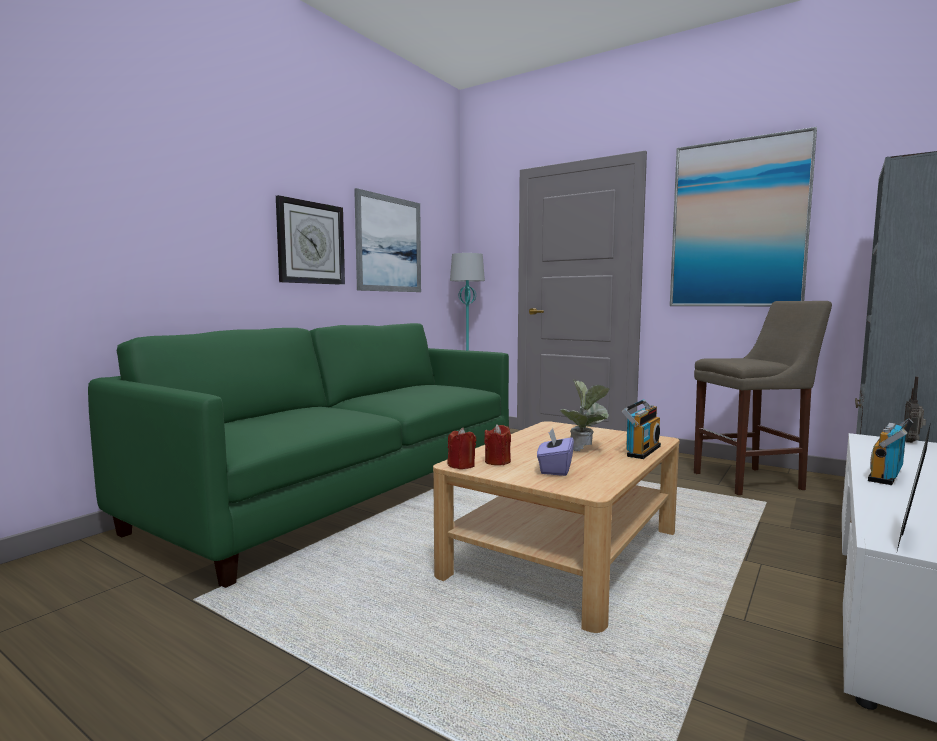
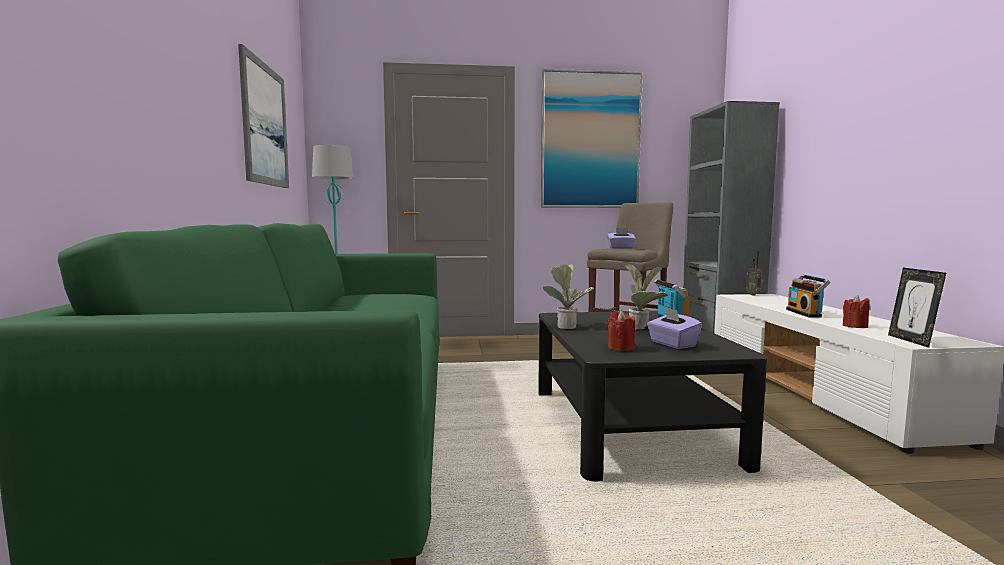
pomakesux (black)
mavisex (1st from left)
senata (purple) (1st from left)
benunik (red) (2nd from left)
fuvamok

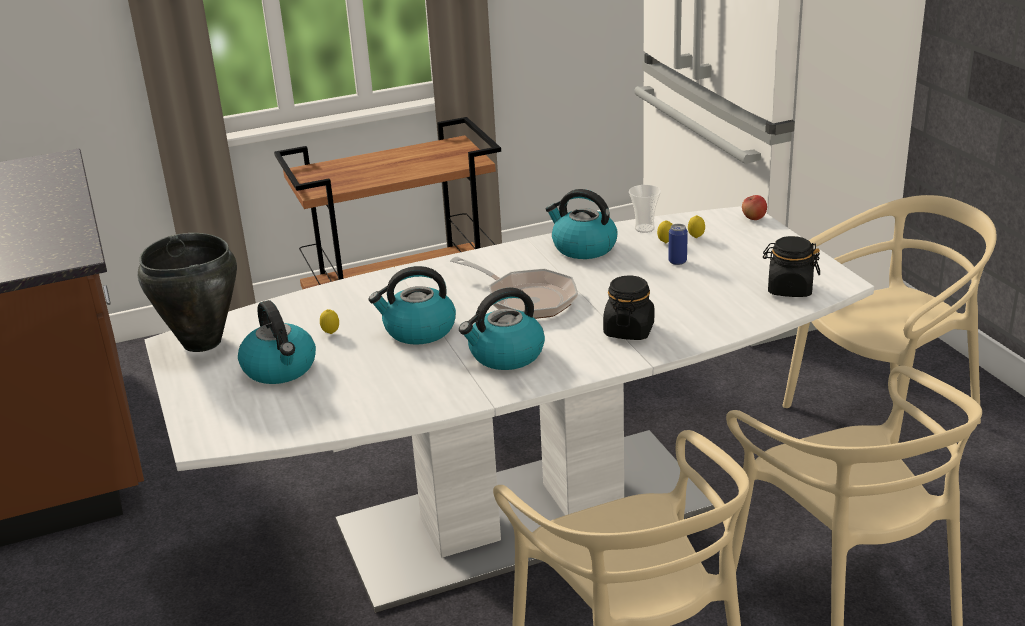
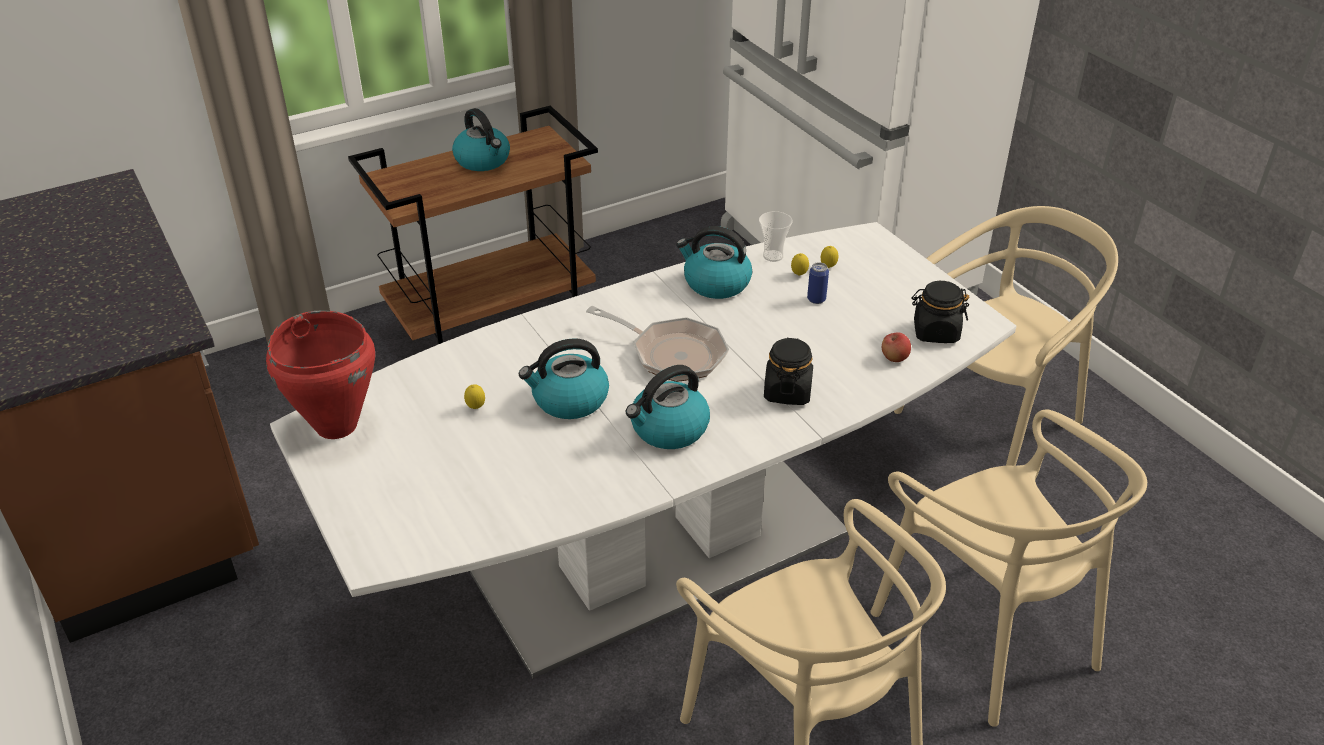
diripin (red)
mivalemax (1st from left)
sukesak

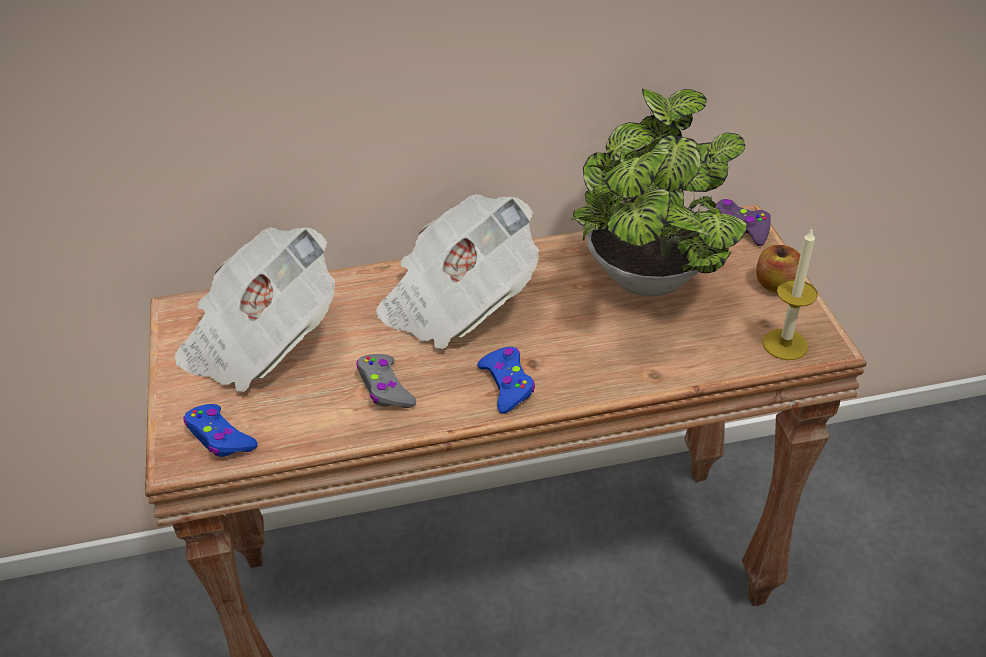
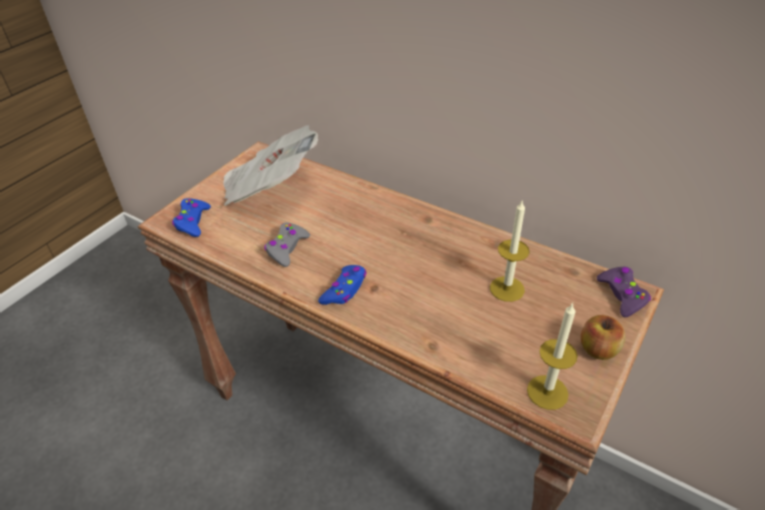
benunik (1st from left)
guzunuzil (2nd from left in the first image)

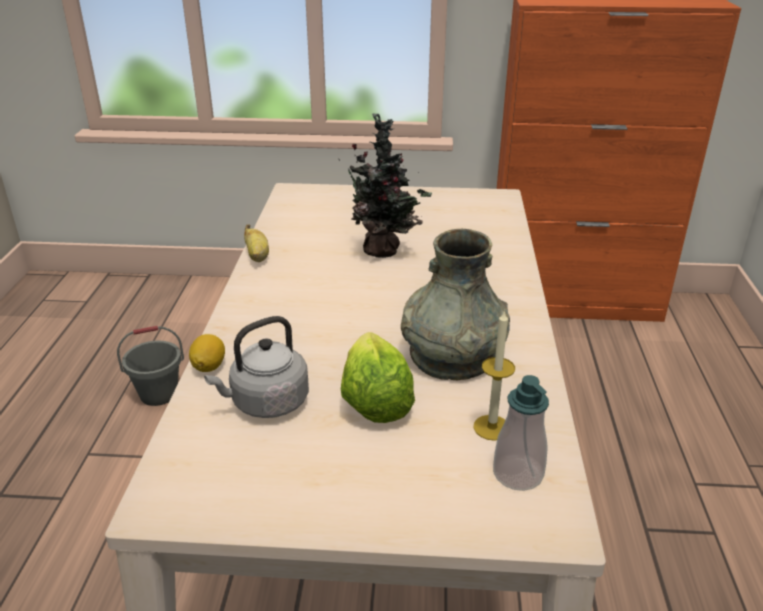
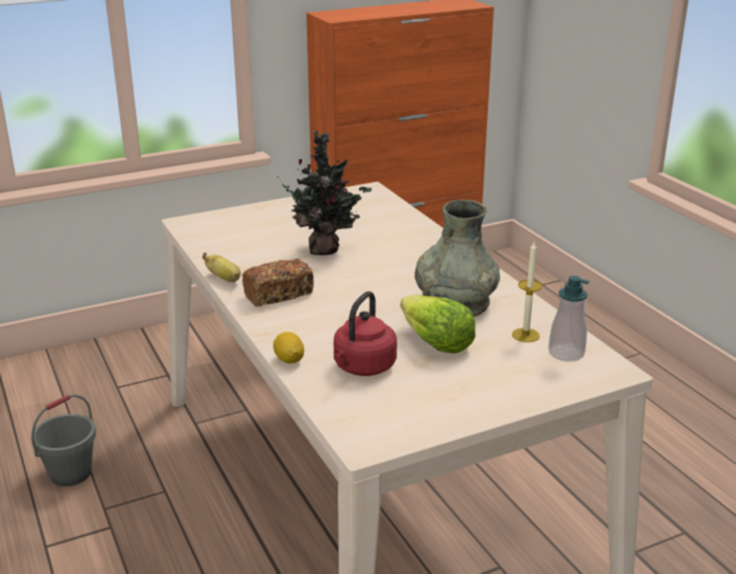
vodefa
mivalemax (red)

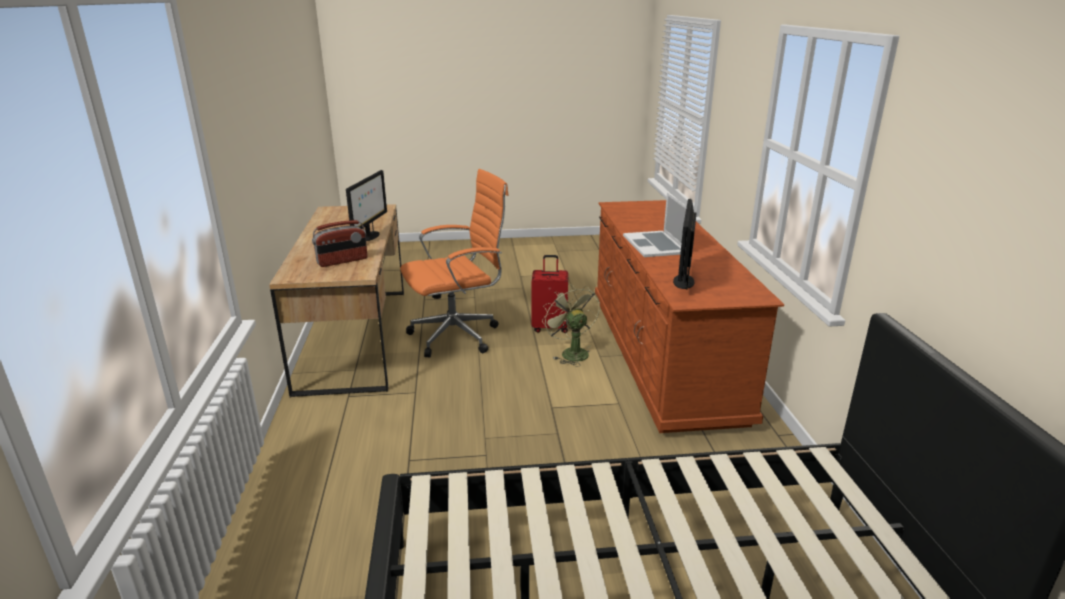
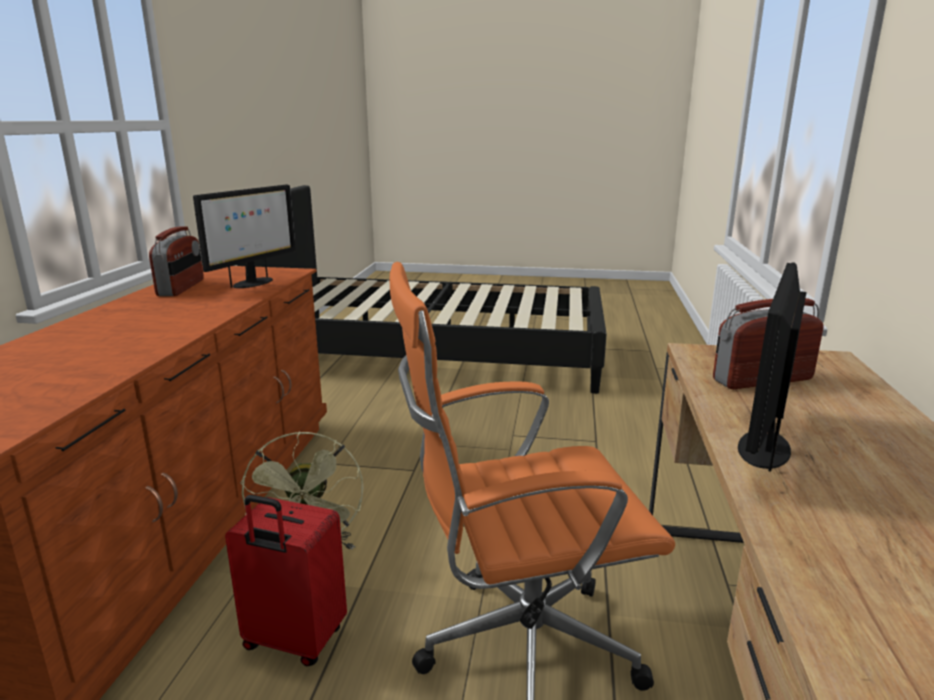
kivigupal (1st from left)
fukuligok

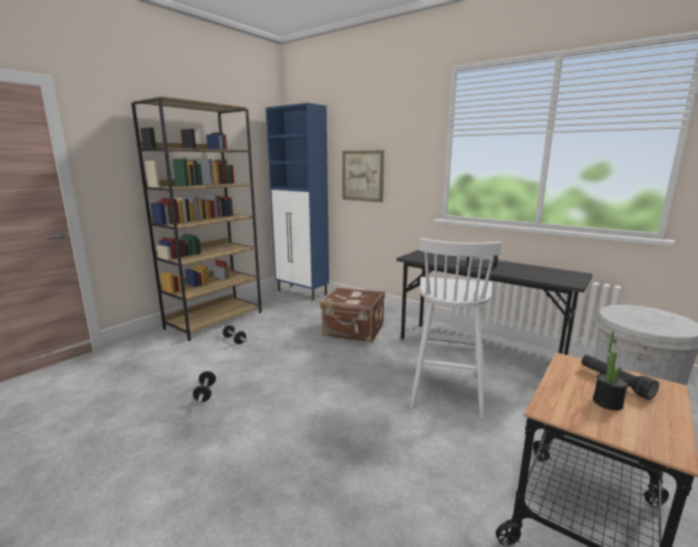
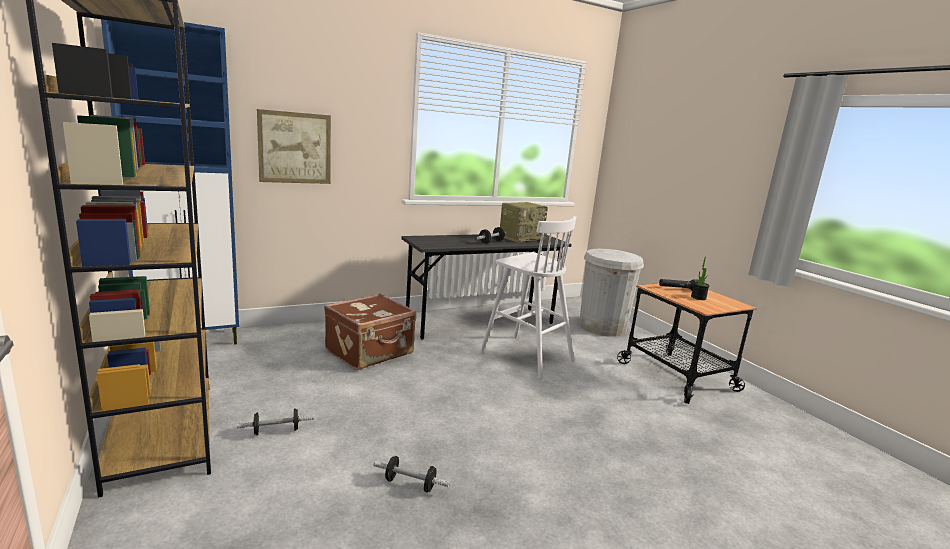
kivigupal

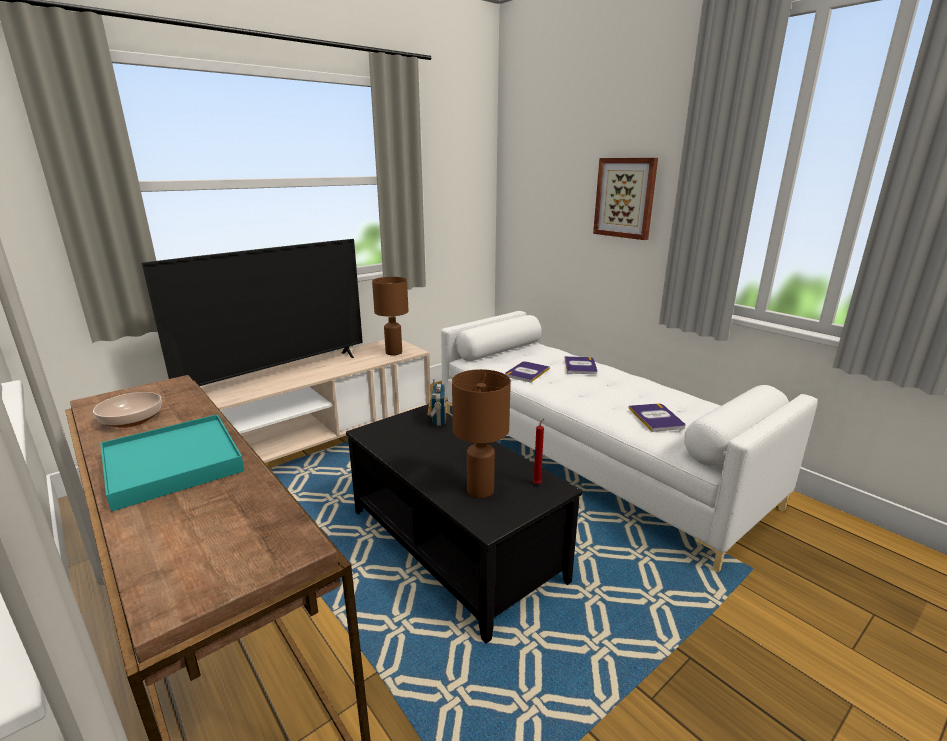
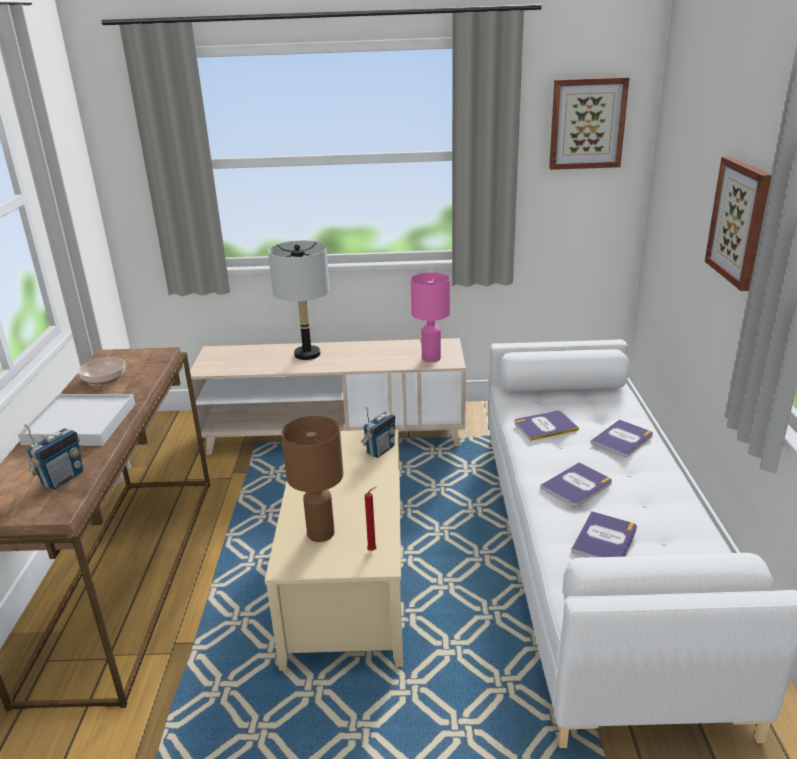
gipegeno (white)
kivigupal (1st from left)
pomakesux (beige)
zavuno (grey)
zavuno (pink)
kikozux (2nd from left)
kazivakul (1st from left)

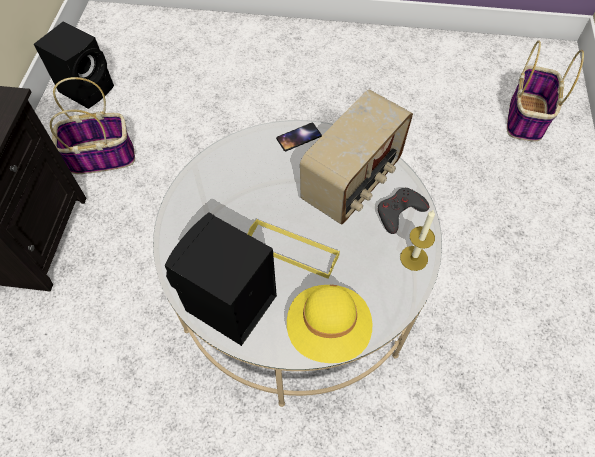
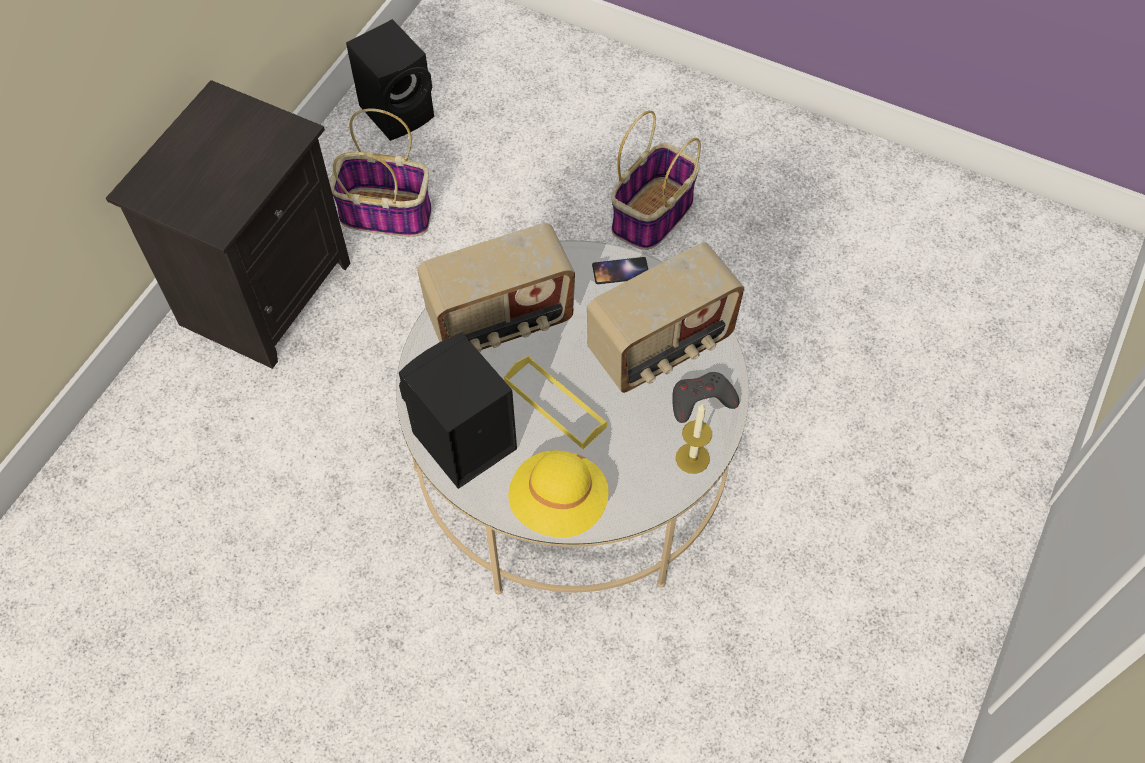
kivigupal (1st from left)
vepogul (2nd from left)

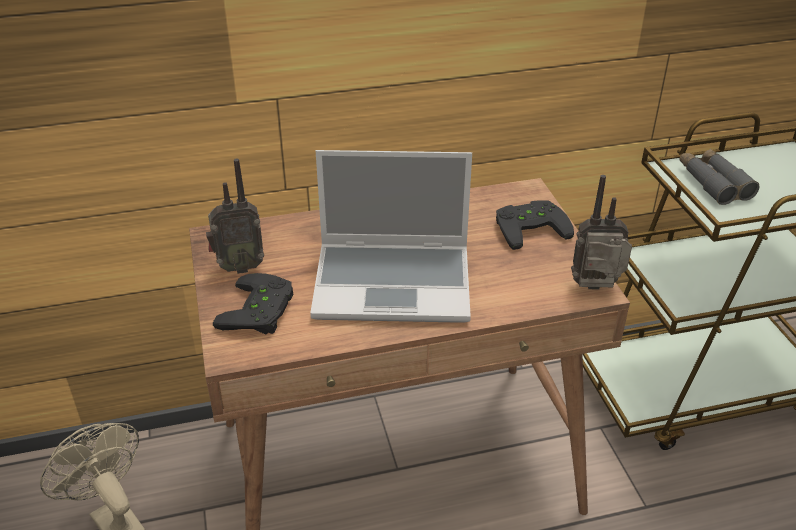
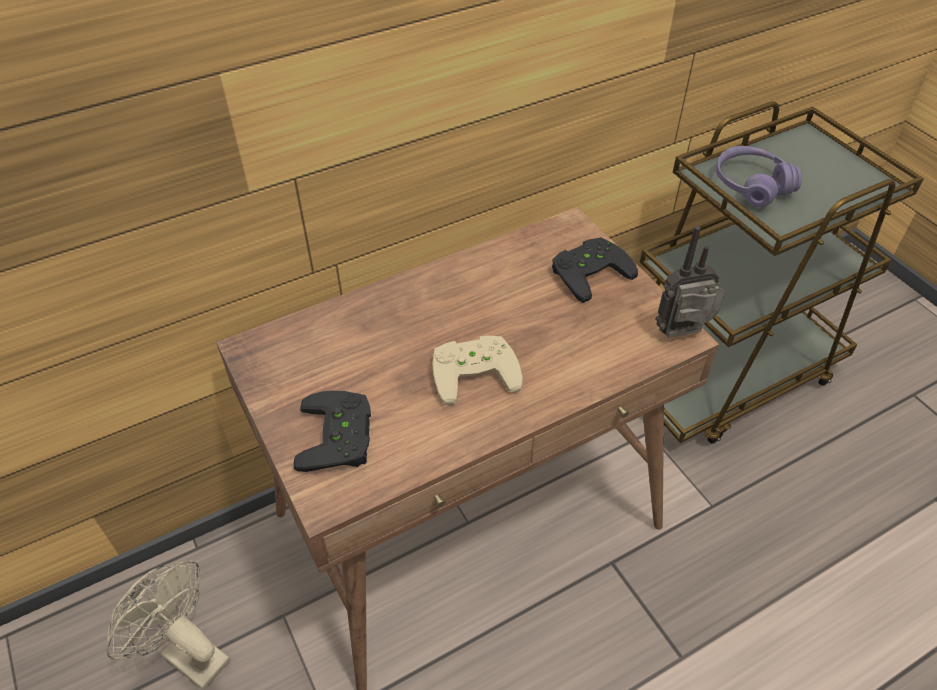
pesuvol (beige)
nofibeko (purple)
kivigupal (1st from left in the first image)

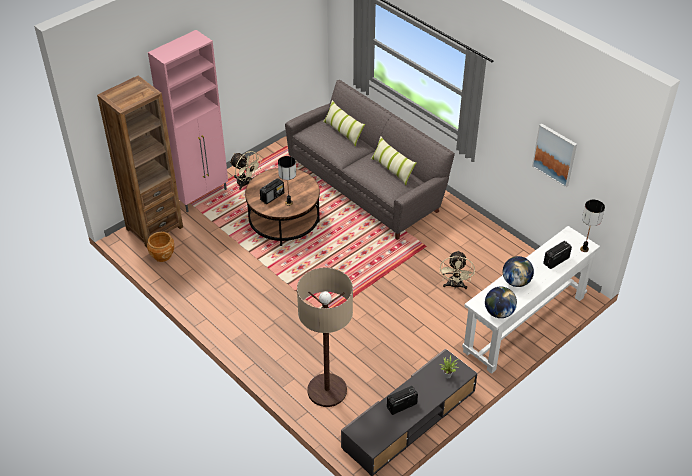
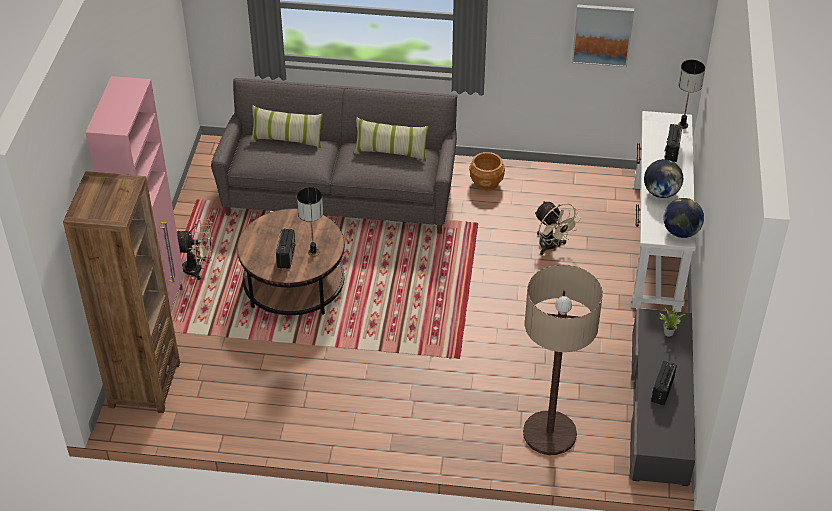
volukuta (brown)

